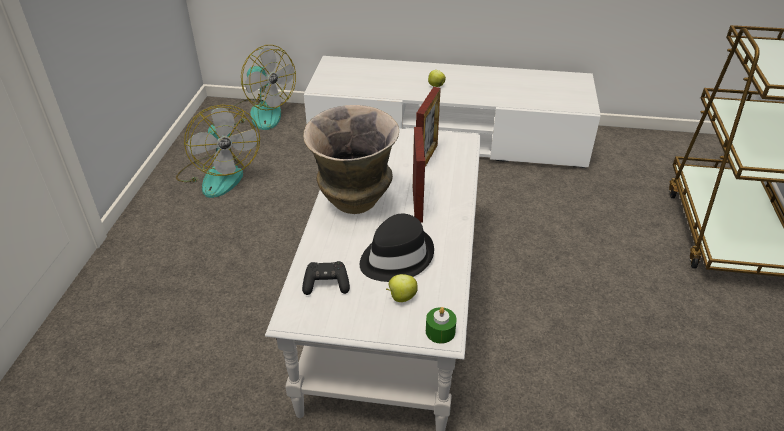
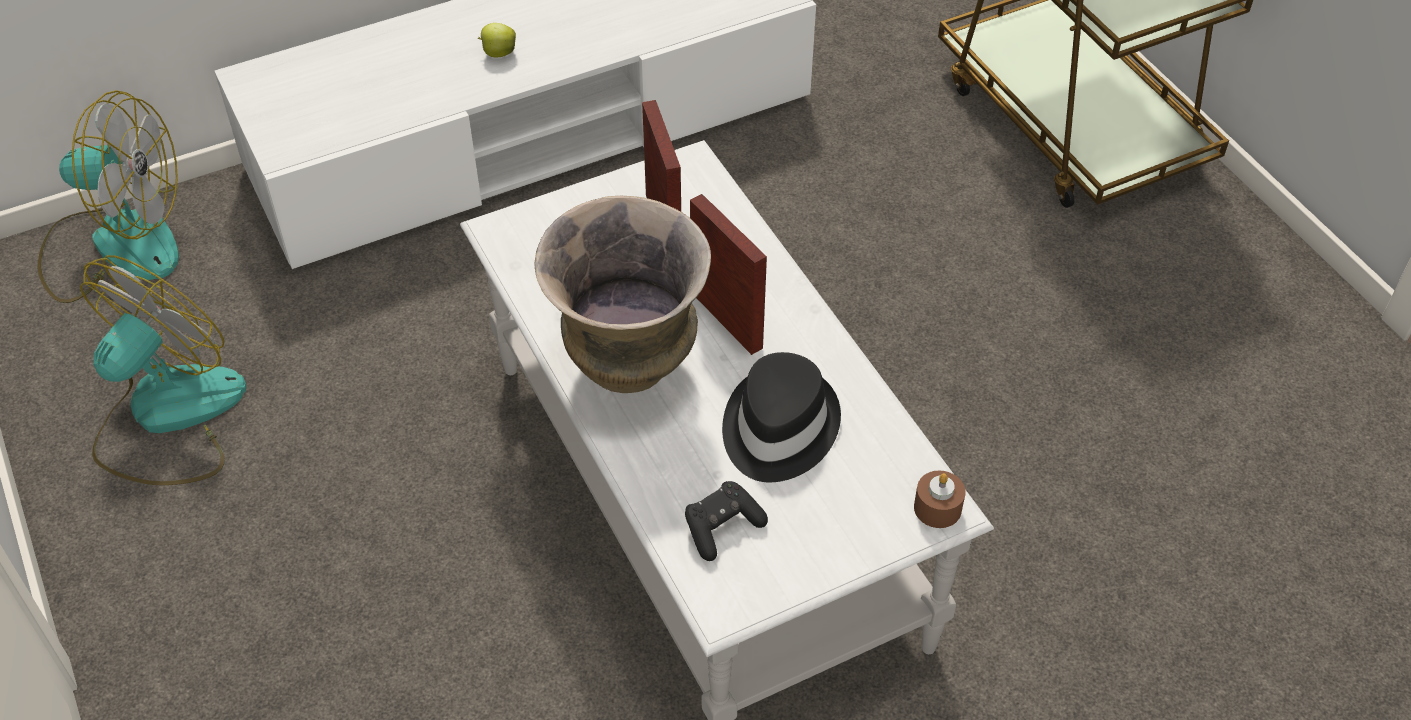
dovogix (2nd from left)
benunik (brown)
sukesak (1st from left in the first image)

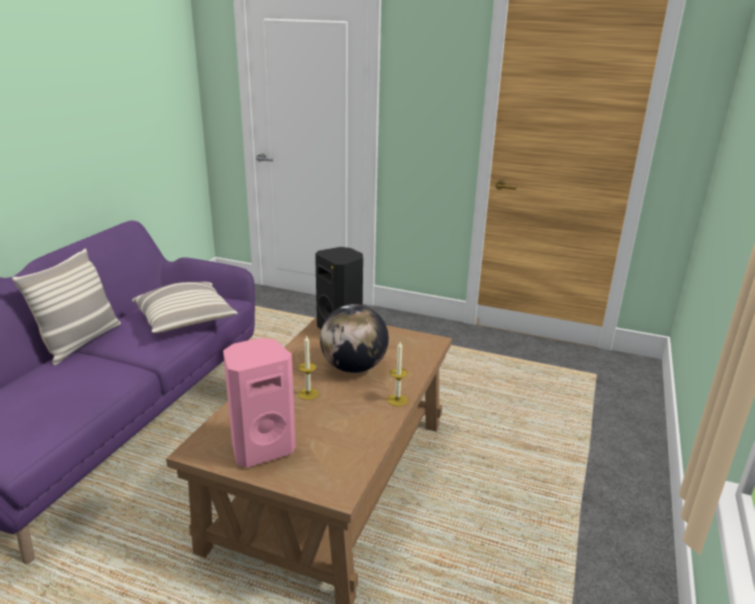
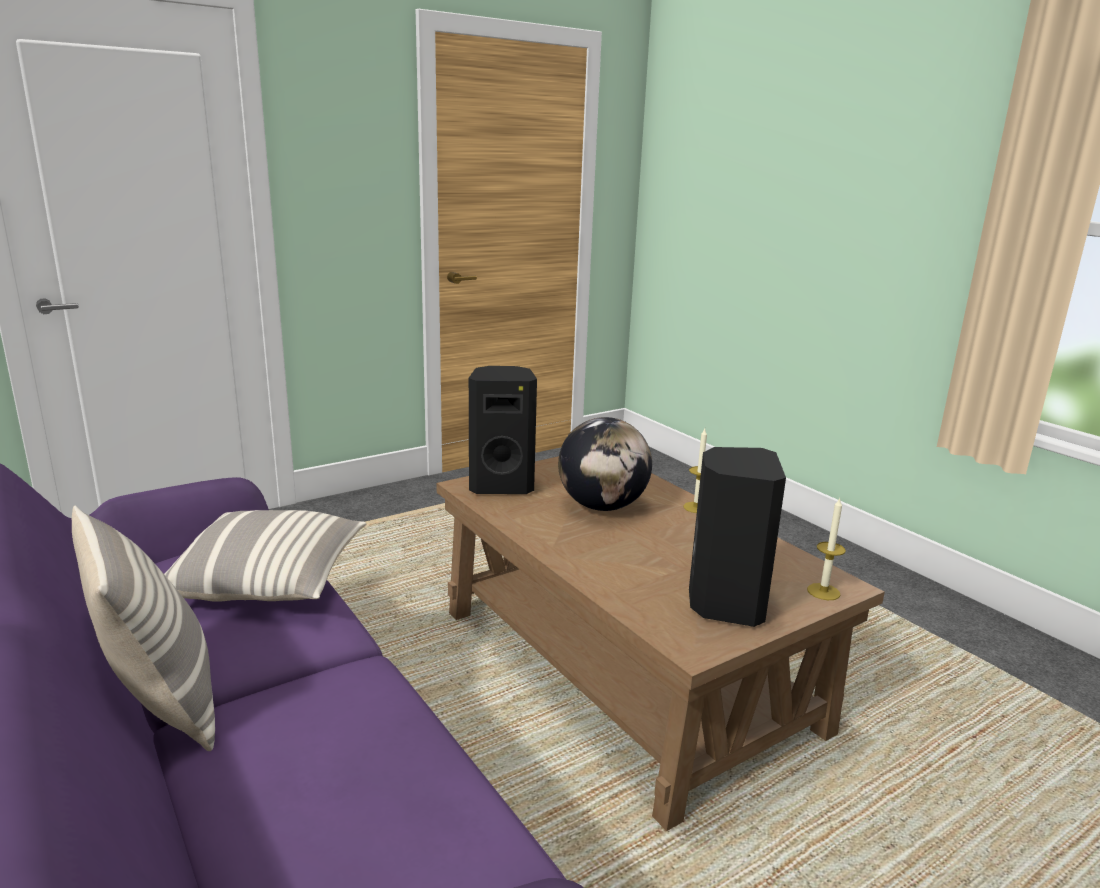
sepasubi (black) (2nd from left)
benunik (2nd from left)

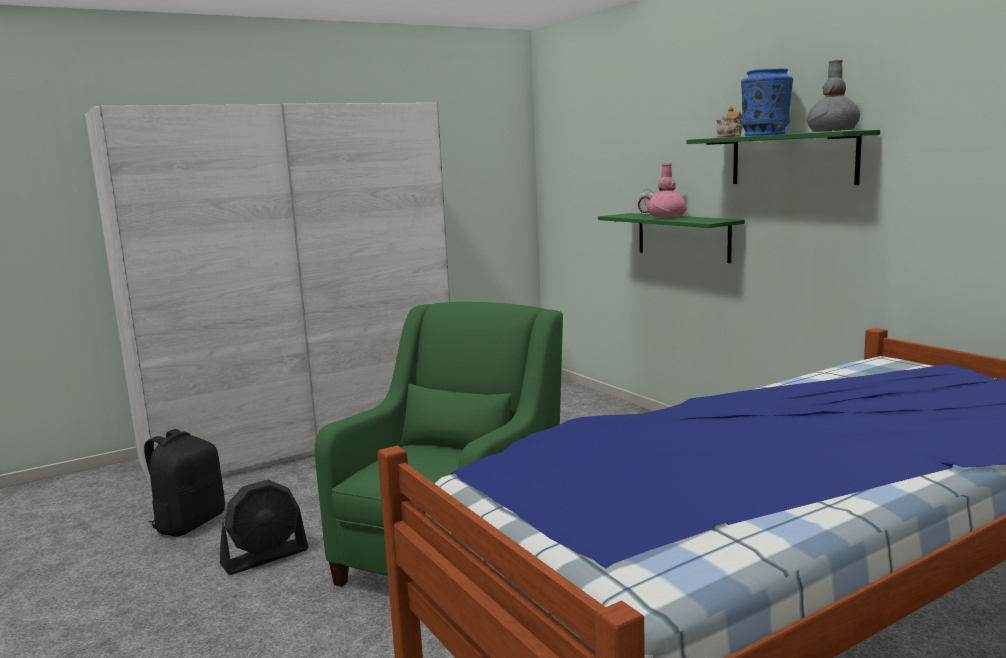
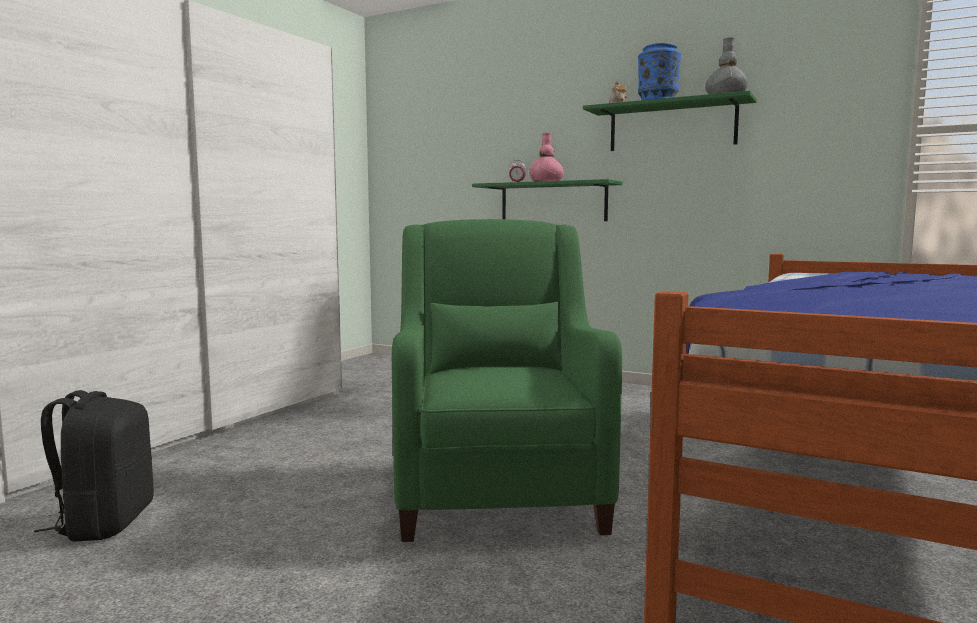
dovogix (black)

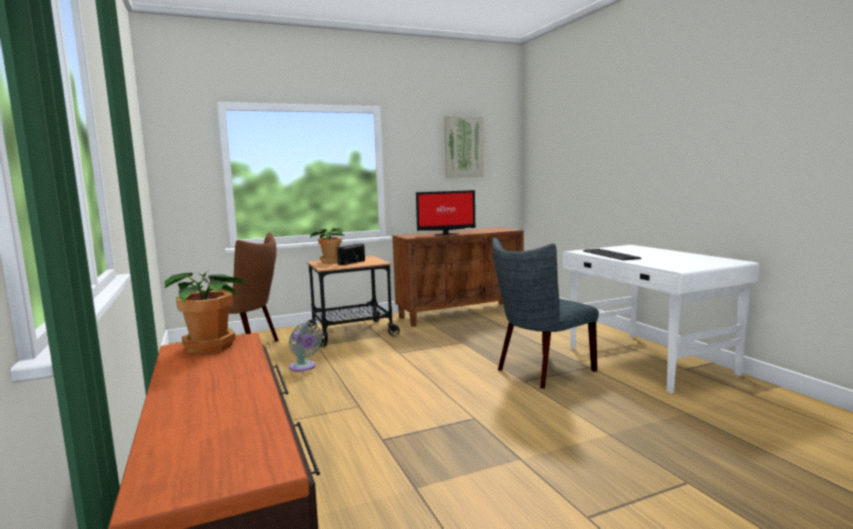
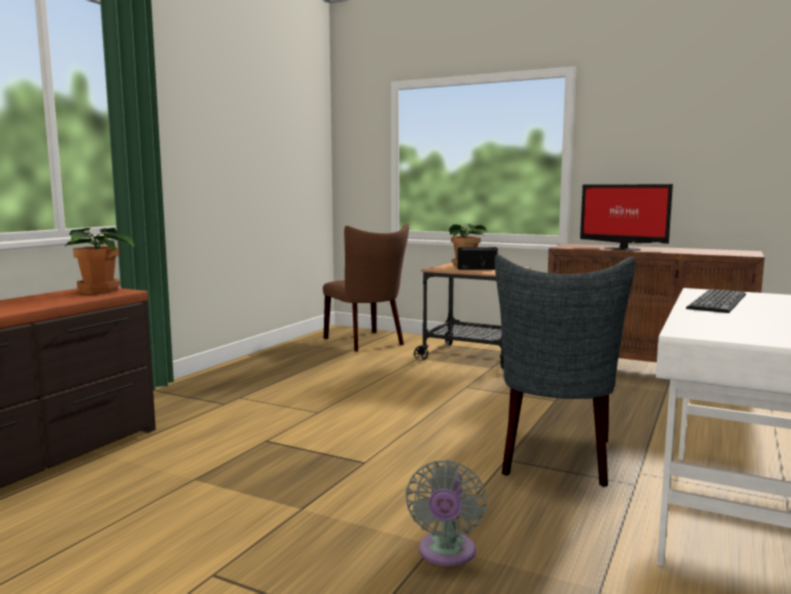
dovogix (grey)
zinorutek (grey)
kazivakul

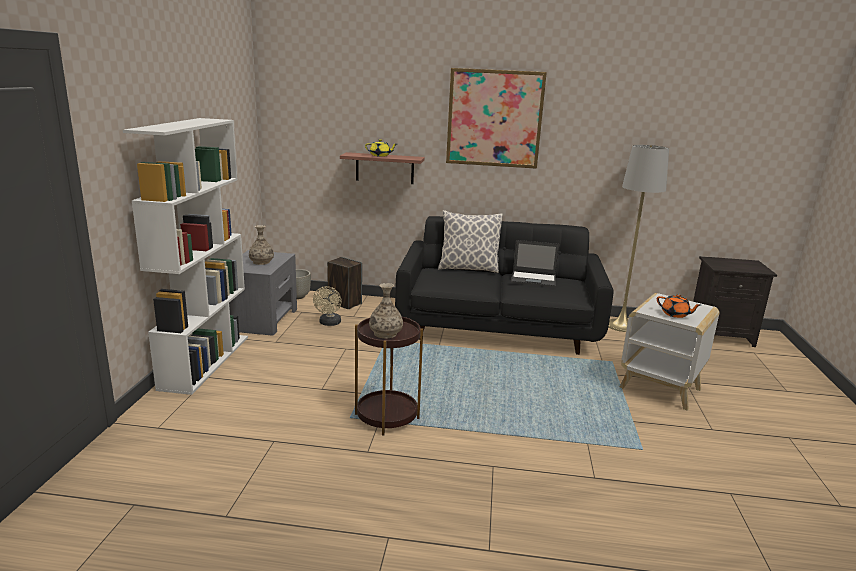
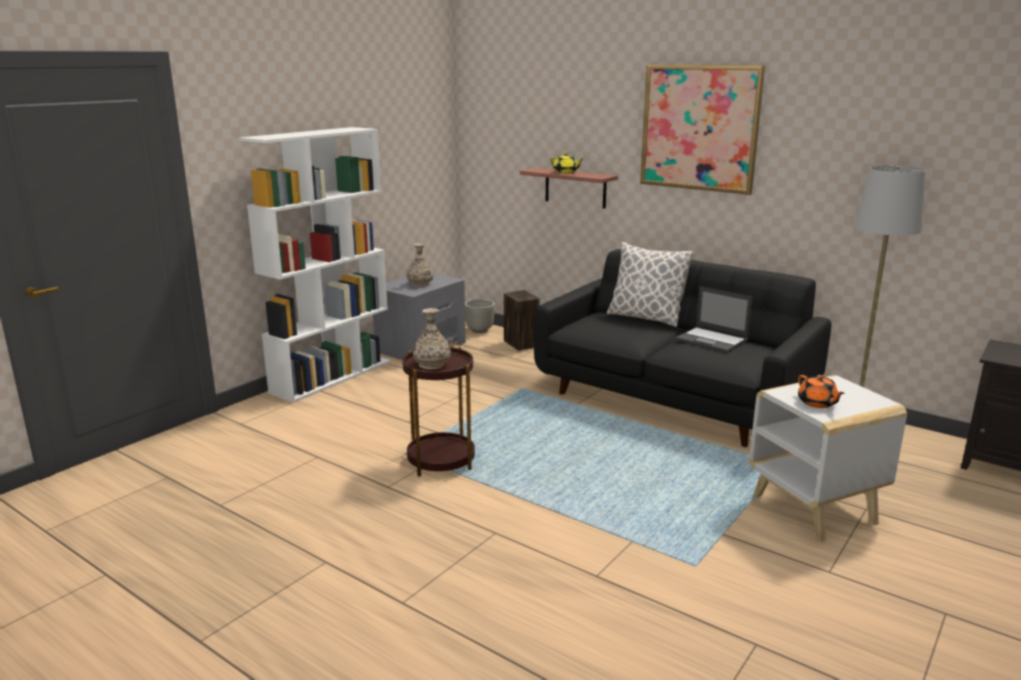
dovogix (beige)

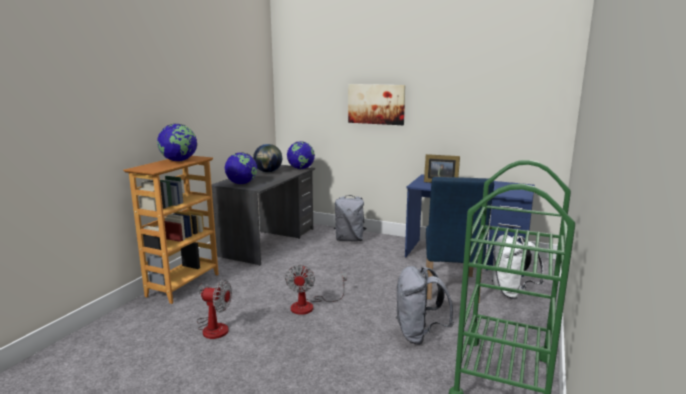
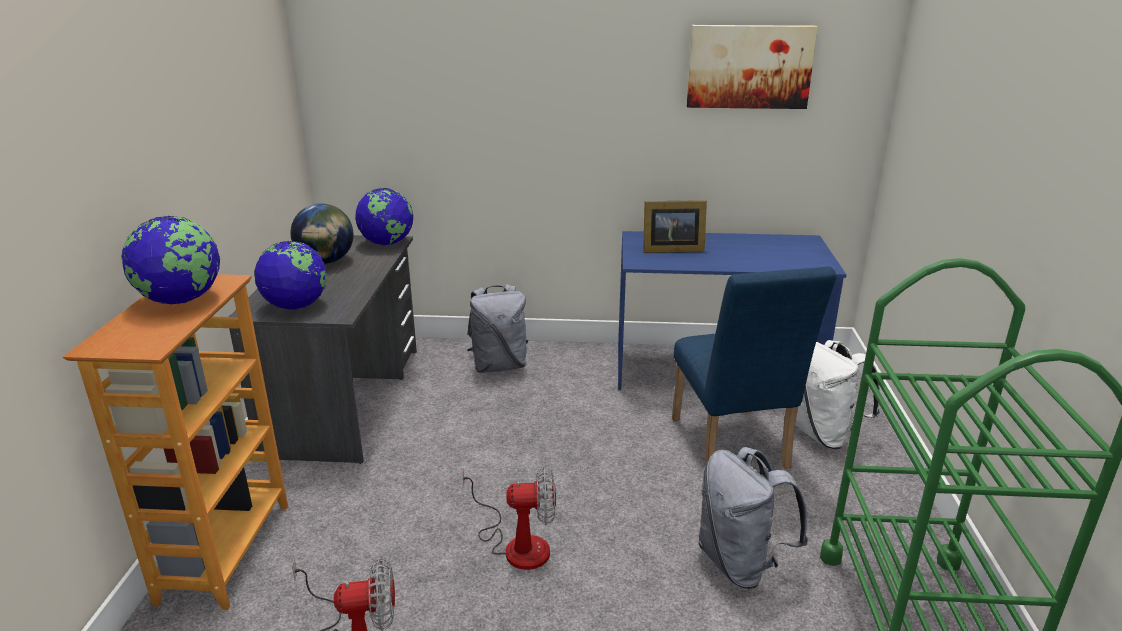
dovogix (2nd from left)
kazivakul

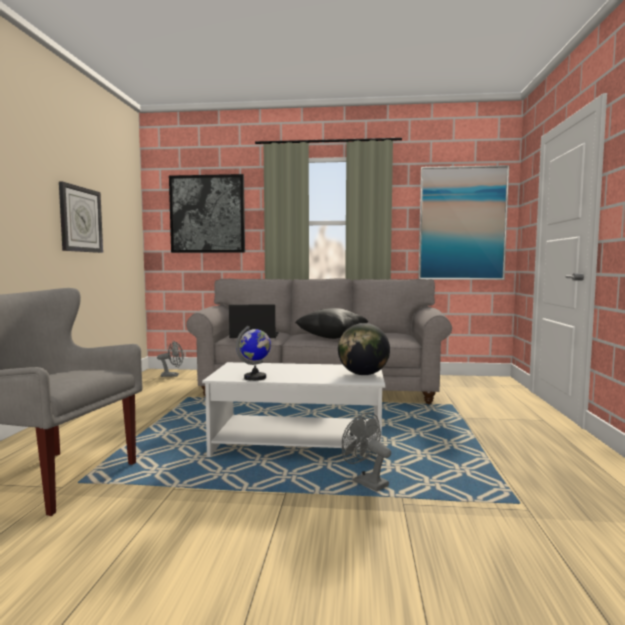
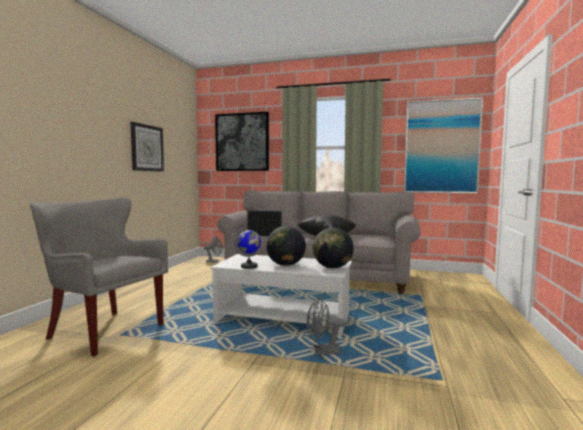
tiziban (2nd from left)
dovogix (grey) (2nd from left)

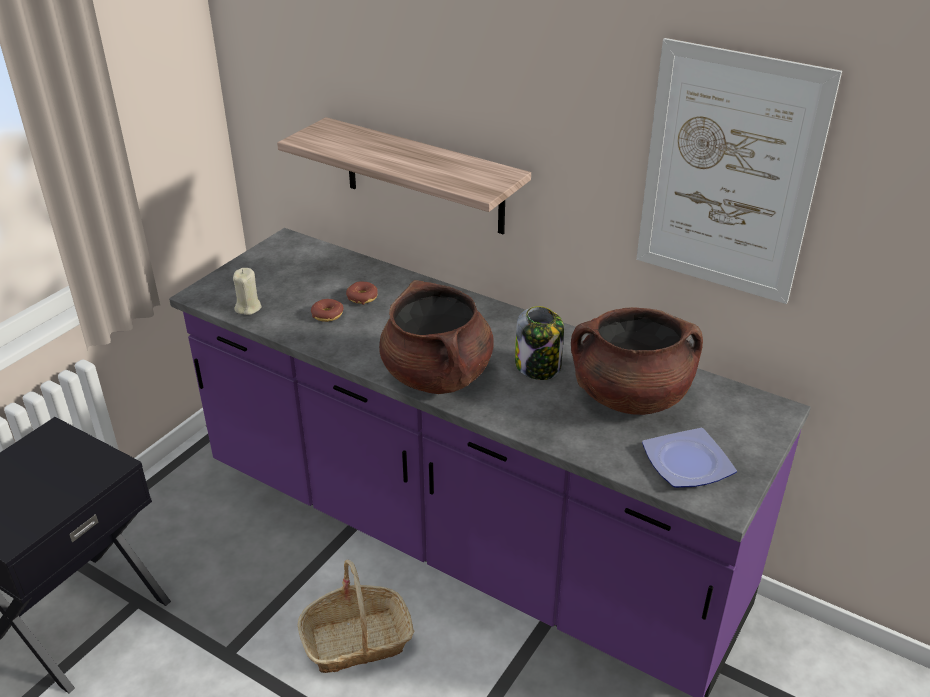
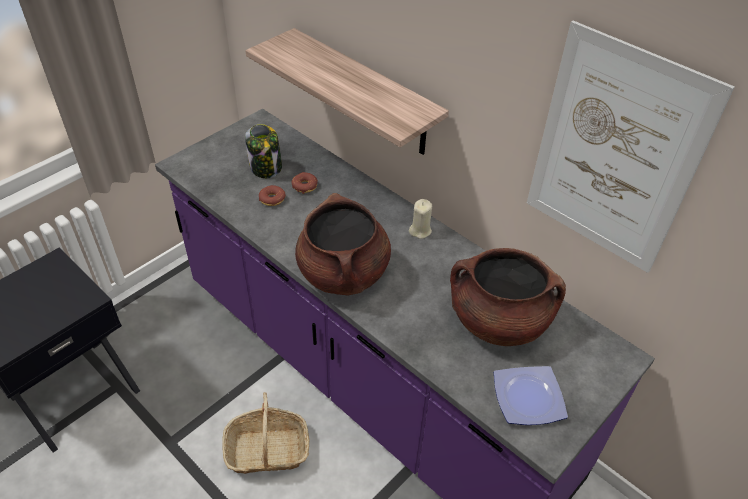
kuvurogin
benunik (beige)

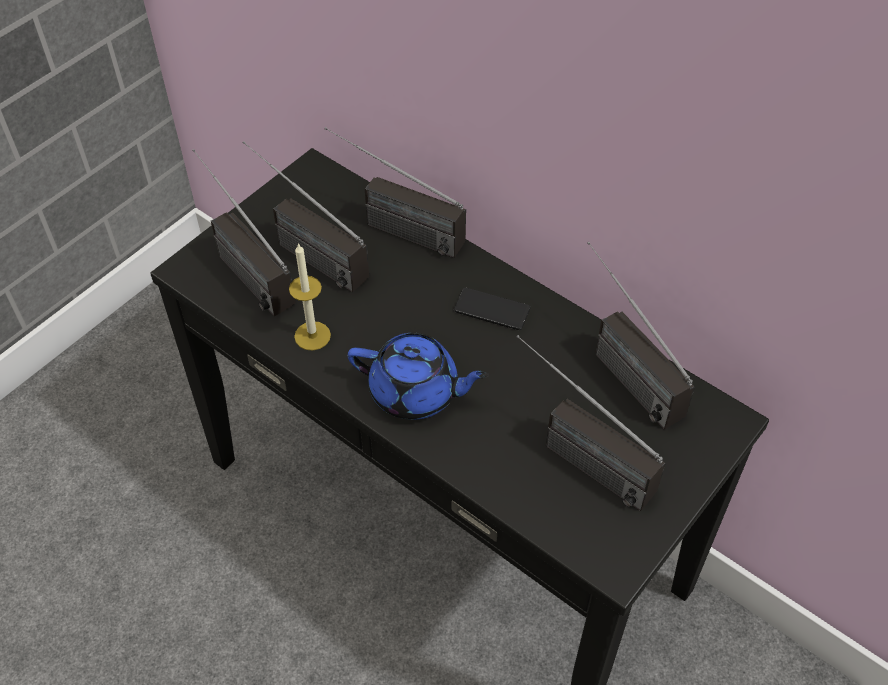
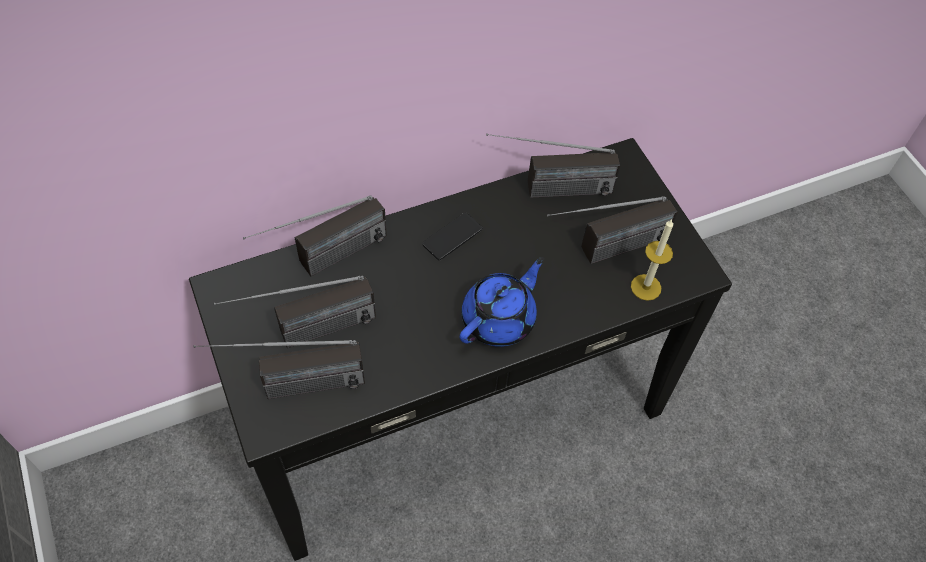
benunik

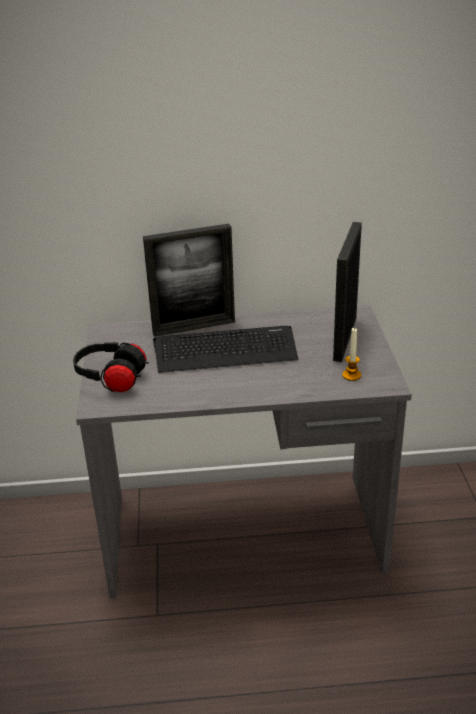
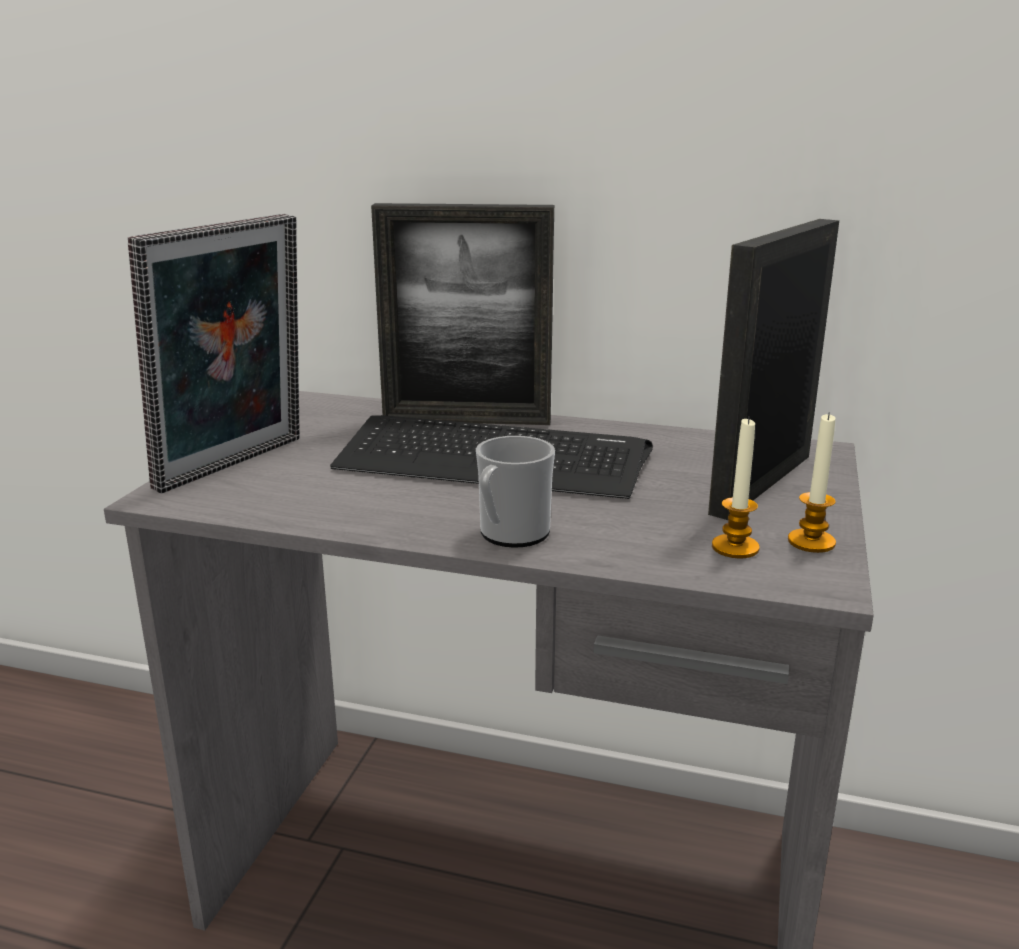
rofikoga (1st from left)
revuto
benunik (2nd from left)

